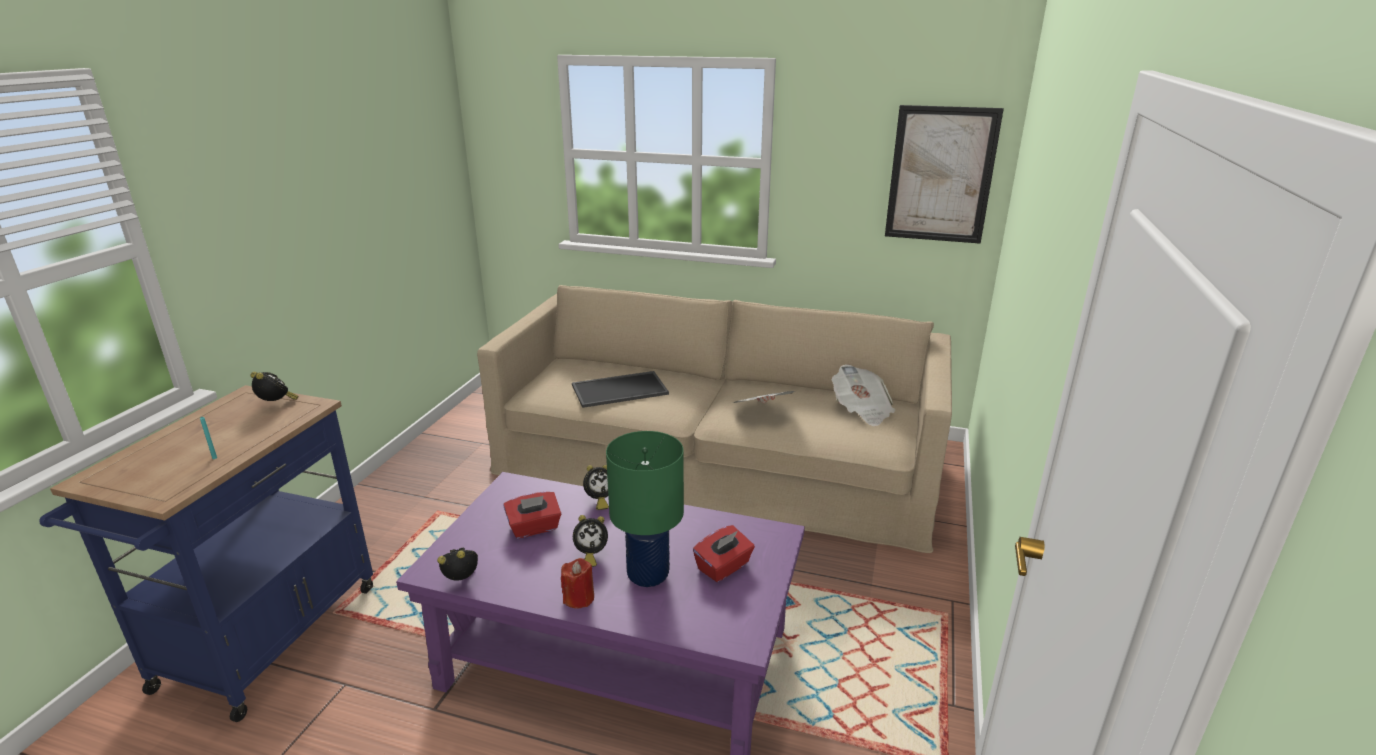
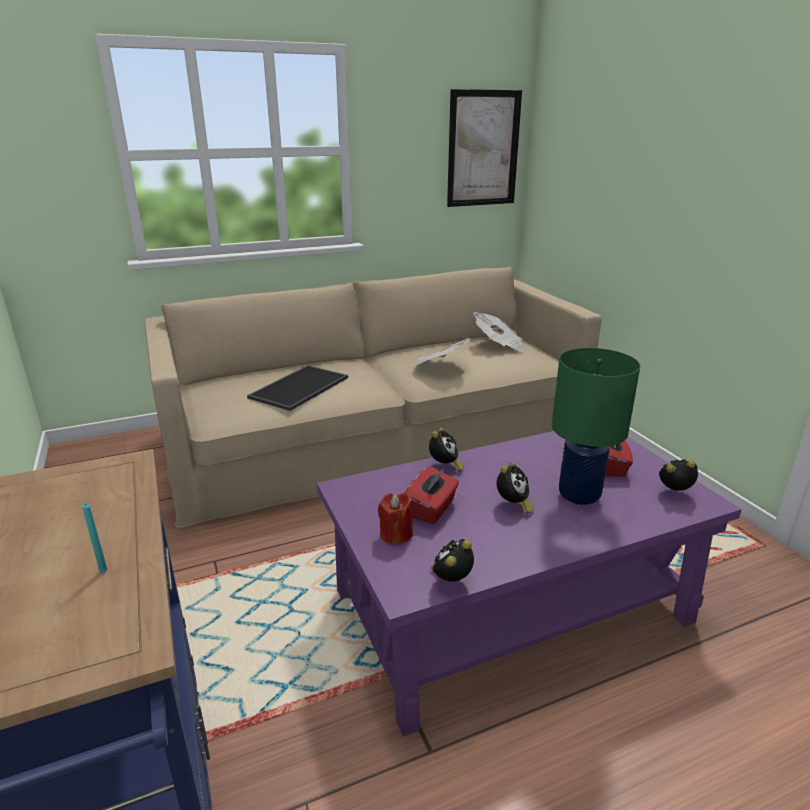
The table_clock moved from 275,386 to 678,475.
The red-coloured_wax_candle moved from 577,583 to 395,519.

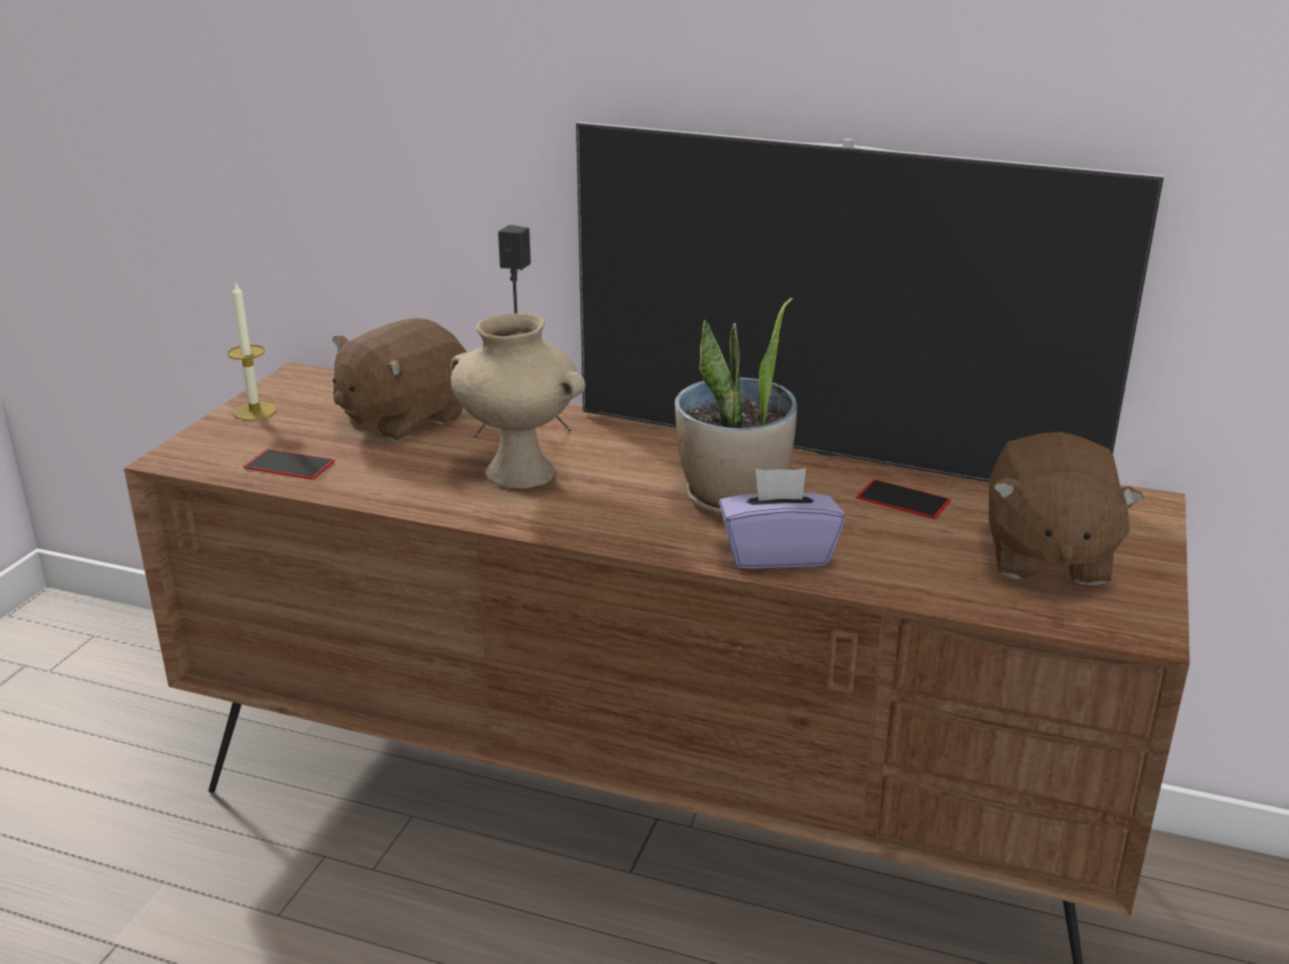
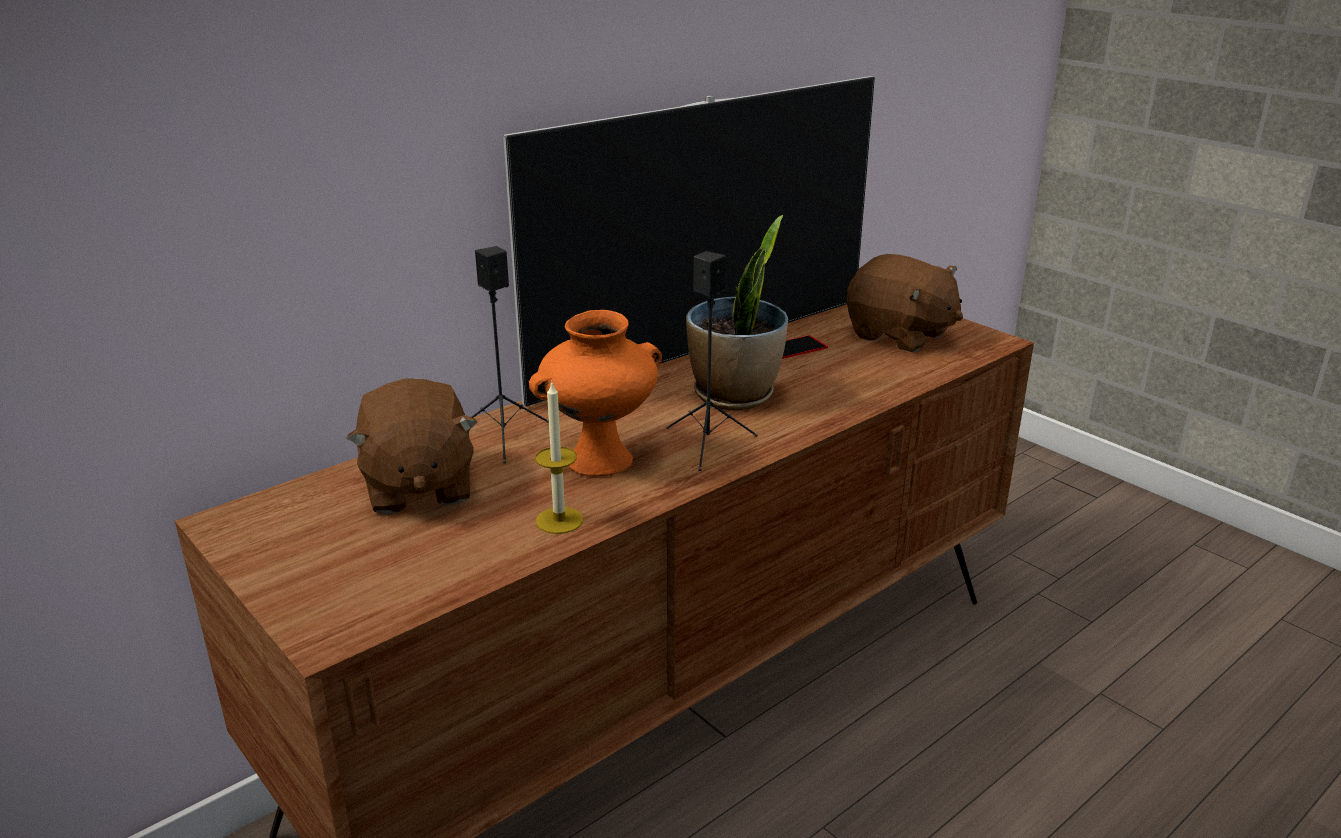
The phone at 289,464 disappeared.
The purple_tissue_holder at 782,518 disappeared.
The black_loudspeaker at 712,361 appeared.
The wax_candle moved from 252,351 to 559,458.
The sand-coloured_vase at 518,400 became the orange_vase at 595,393.

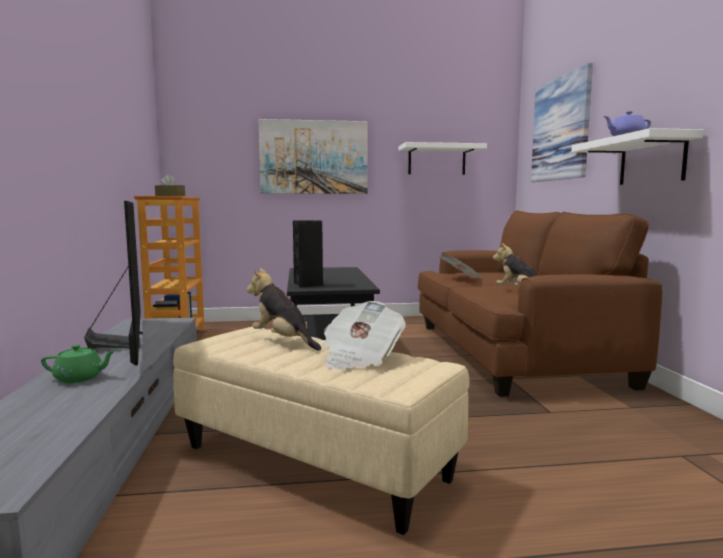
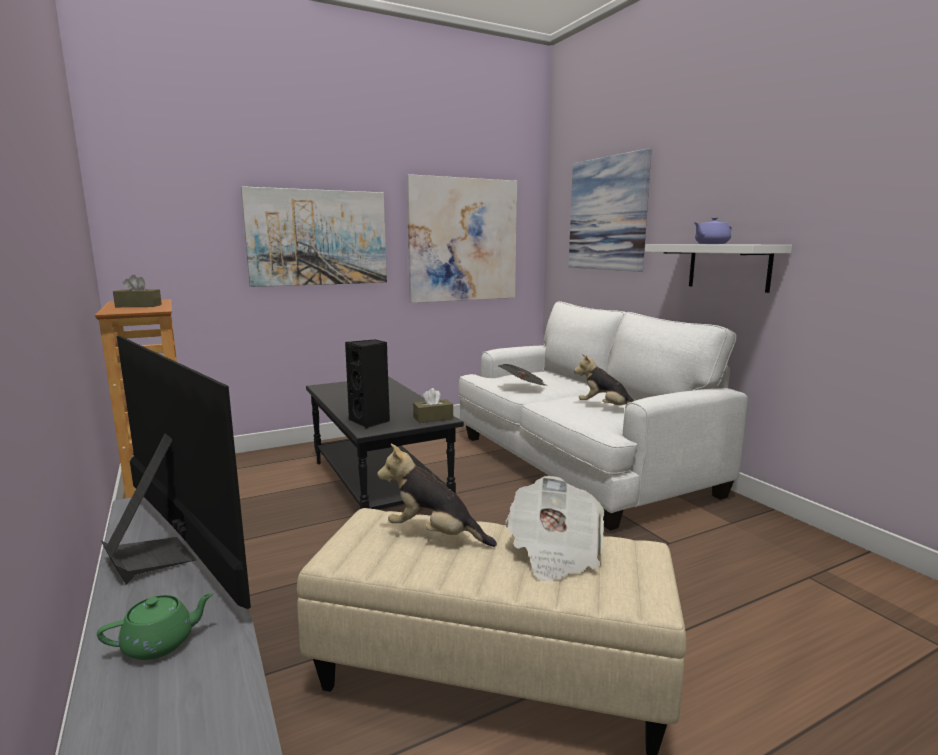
The brown_tissue_holder at 433,405 appeared.
The white-coloured_bracket_shelf at 443,158 was replaced by the wall_art at 462,238.
The brown_sofa at 540,304 became the white-coloured_sofa at 603,416.

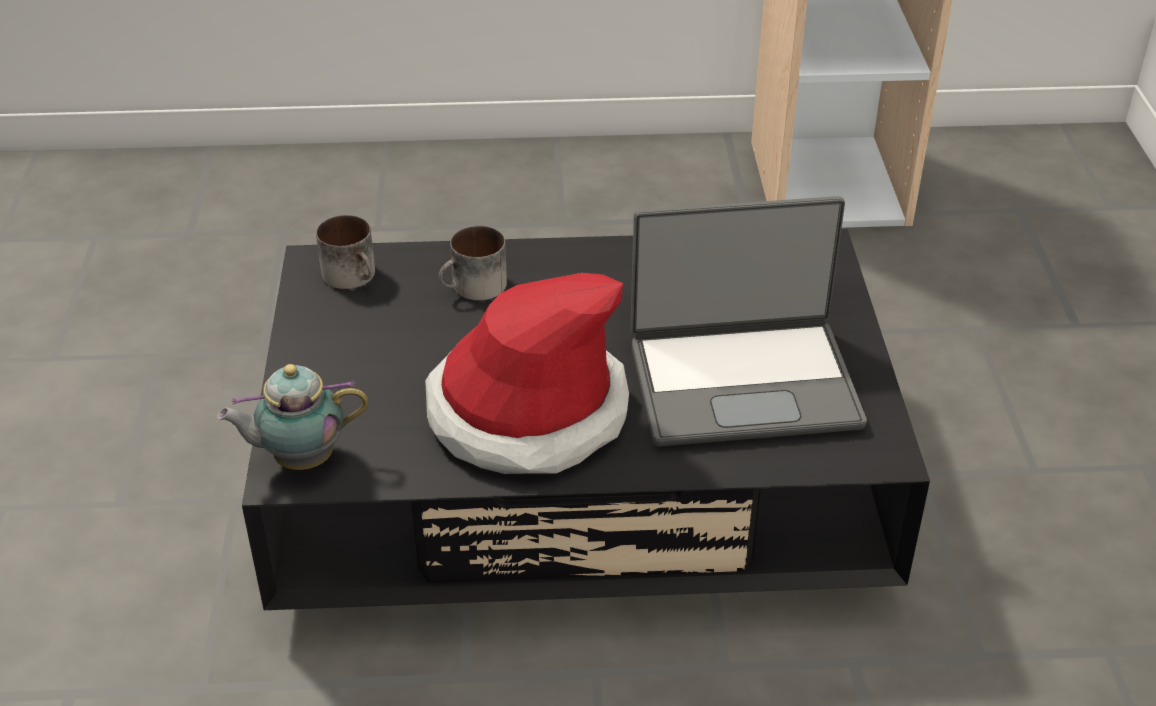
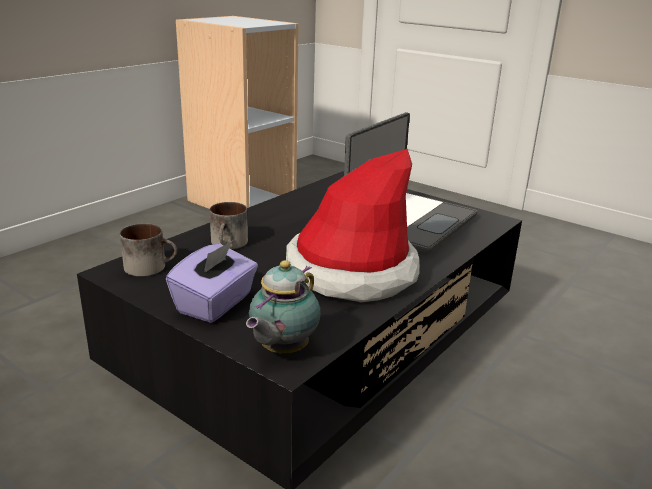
The purple_tissue_holder at 212,282 appeared.

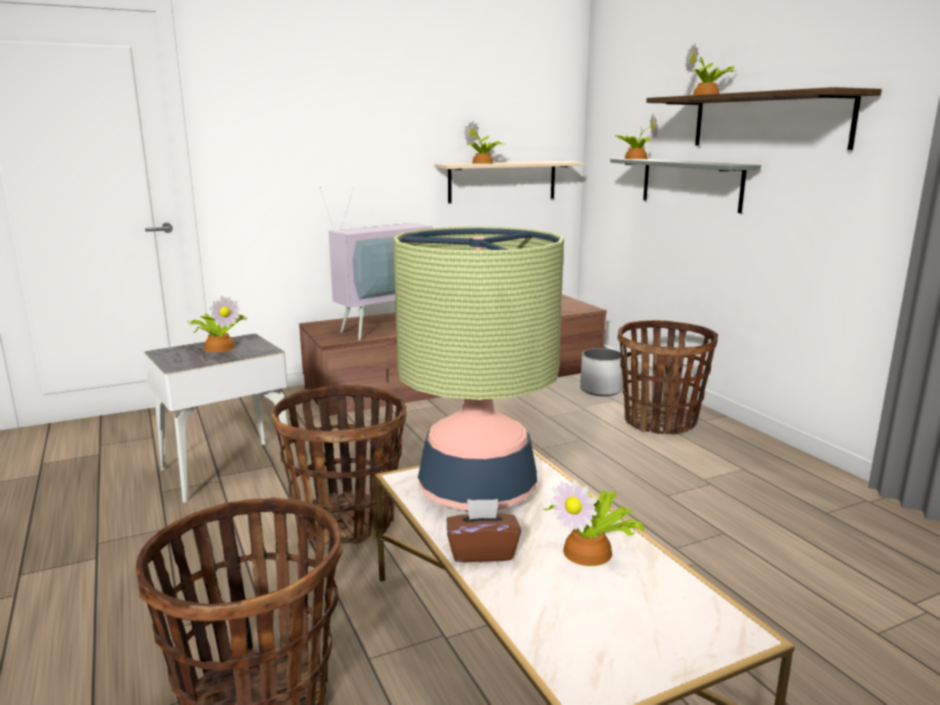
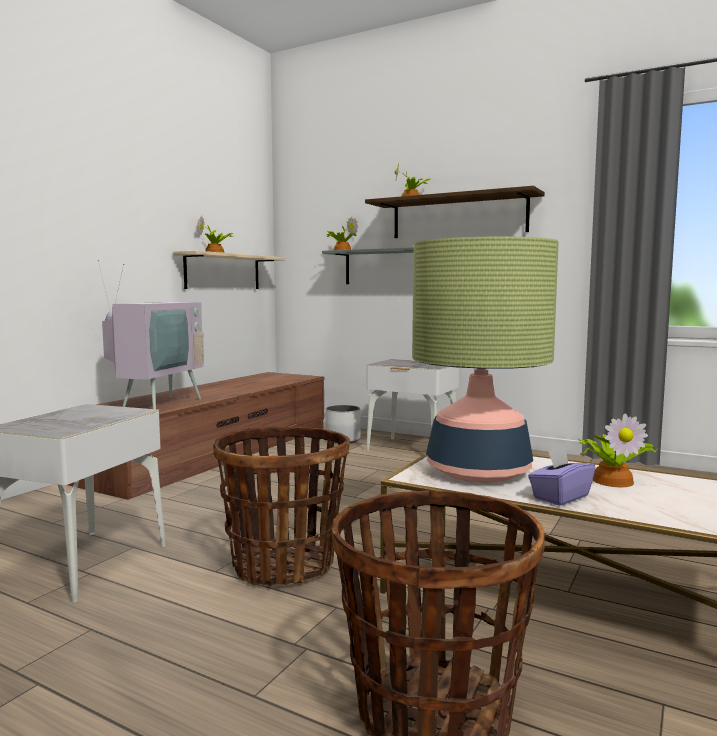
The plant_in_a_pot at 217,324 disappeared.
The household_basket at 667,377 was replaced by the accent_table at 412,405.
The brown_tissue_holder at 484,530 became the purple_tissue_holder at 562,476.

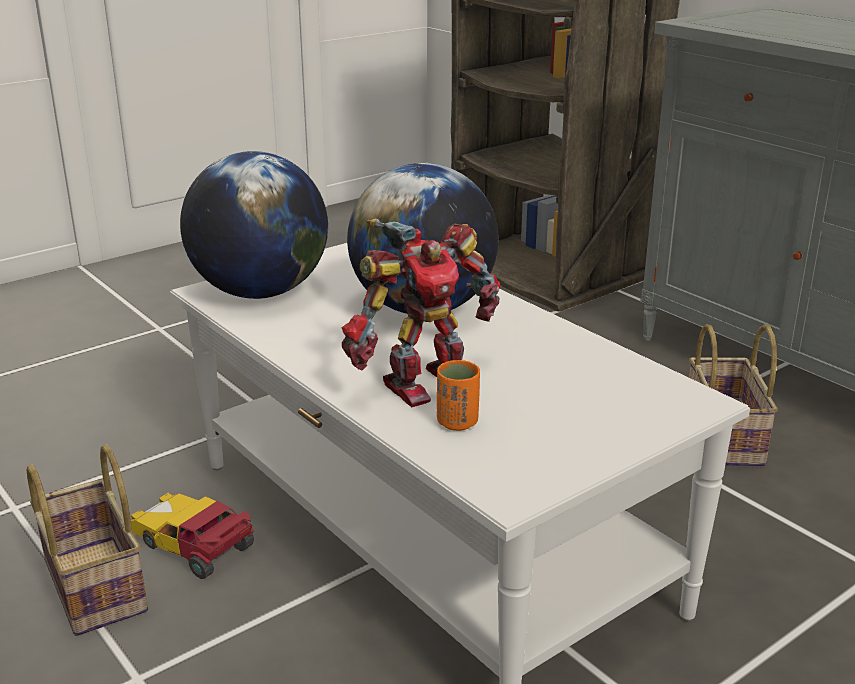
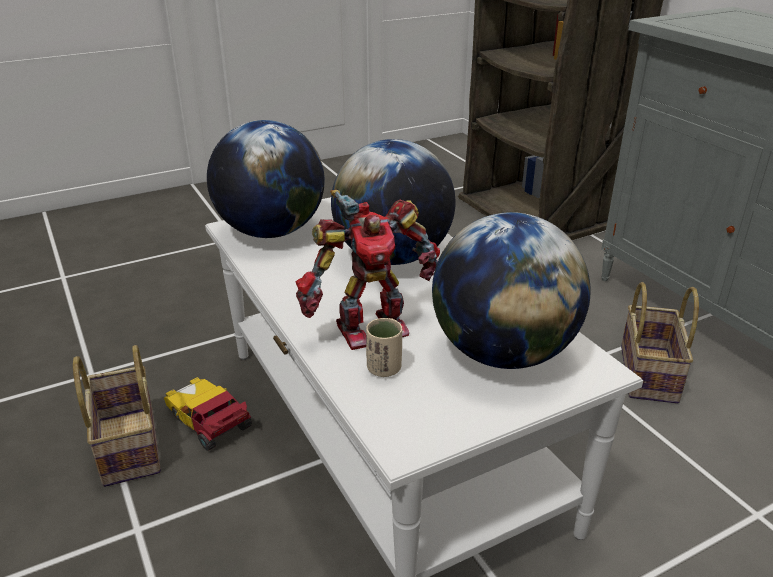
The globe at 511,290 appeared.
The orange_drinking_cup at 458,395 became the sand-coloured_drinking_cup at 384,347.

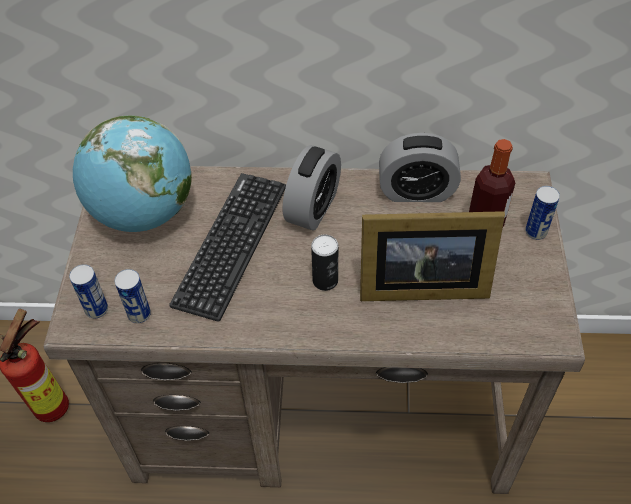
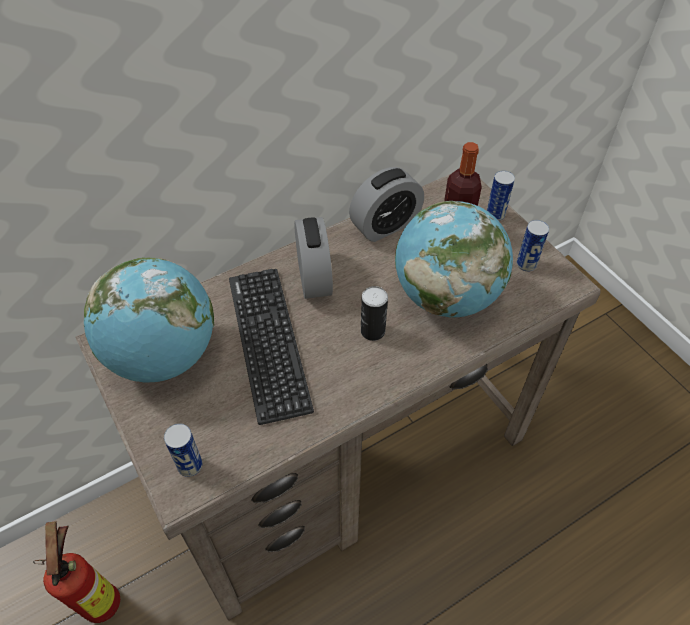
The sealed_can moved from 132,296 to 533,246.
The picture_frame at 432,256 was replaced by the globe at 454,259.

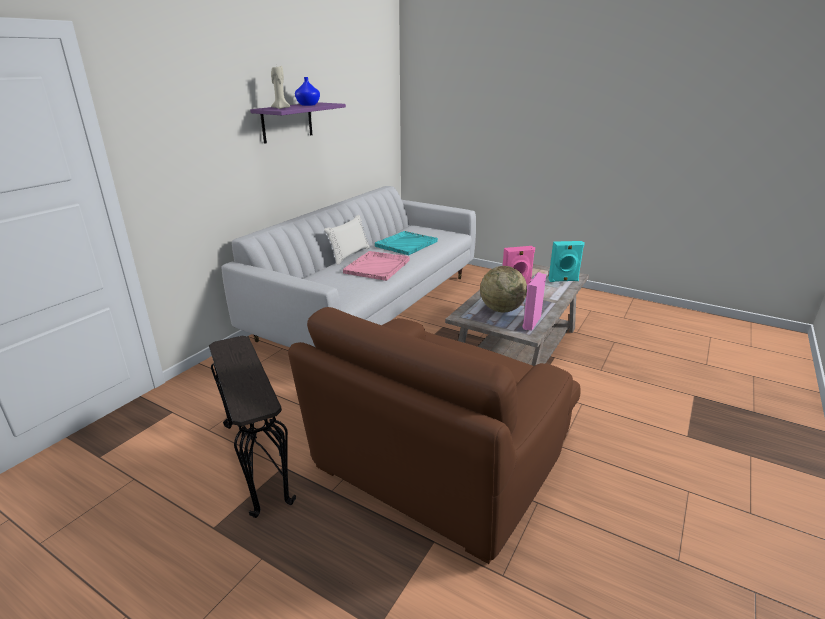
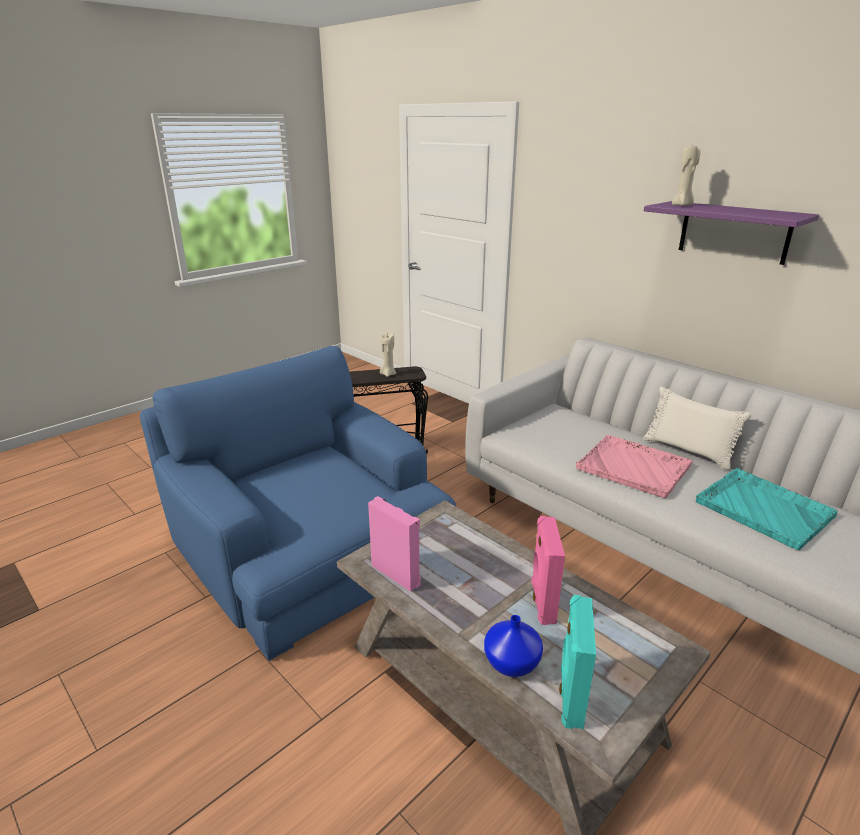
The globe at 503,289 disappeared.
The sand-coloured_wax_candle at 388,354 appeared.
The blue-coloured_vase moved from 307,91 to 513,646.
The brown_lounge_chair at 434,435 became the blue-coloured_lounge_chair at 298,503.

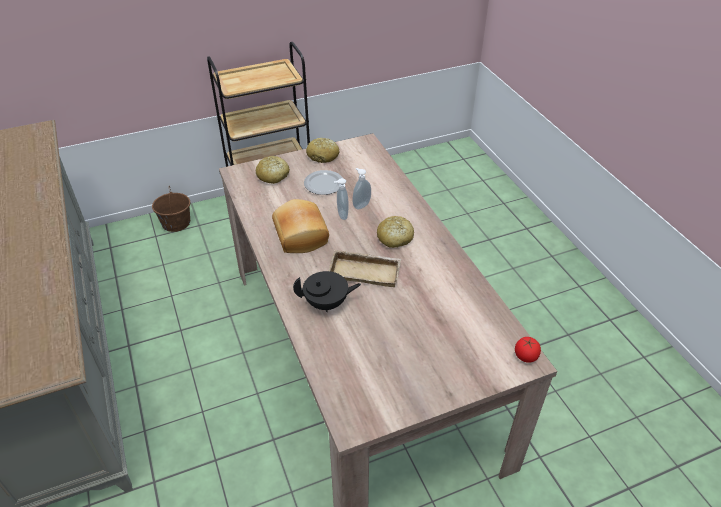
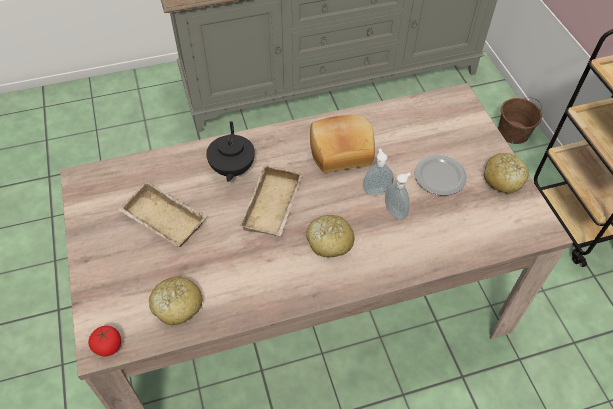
The sand-coloured_carrying_tray at 162,214 appeared.
The bread moved from 273,170 to 175,300.

